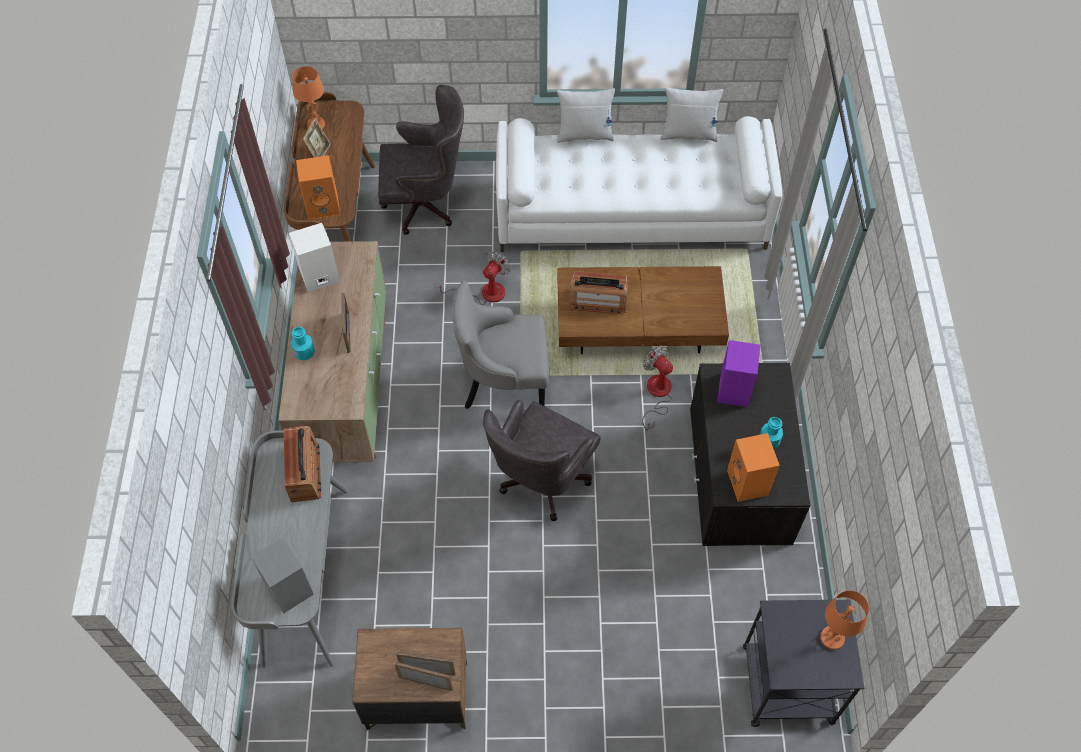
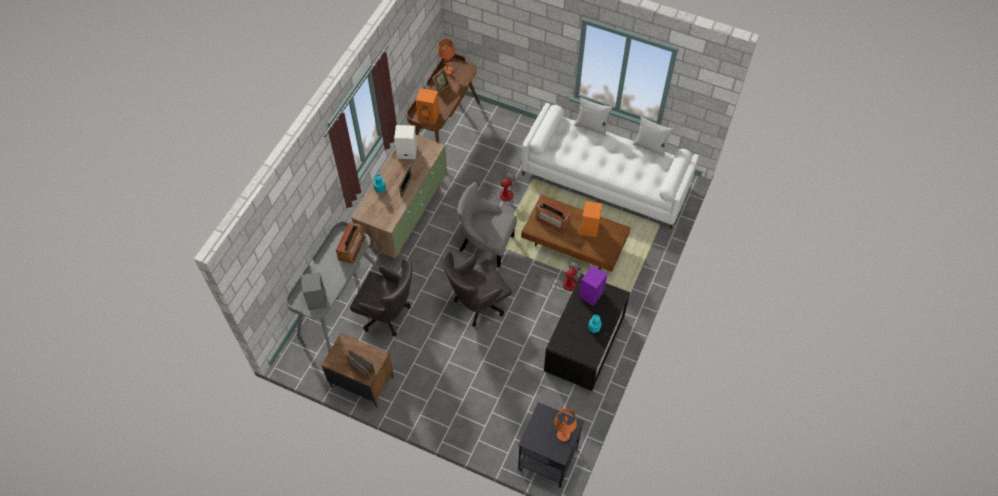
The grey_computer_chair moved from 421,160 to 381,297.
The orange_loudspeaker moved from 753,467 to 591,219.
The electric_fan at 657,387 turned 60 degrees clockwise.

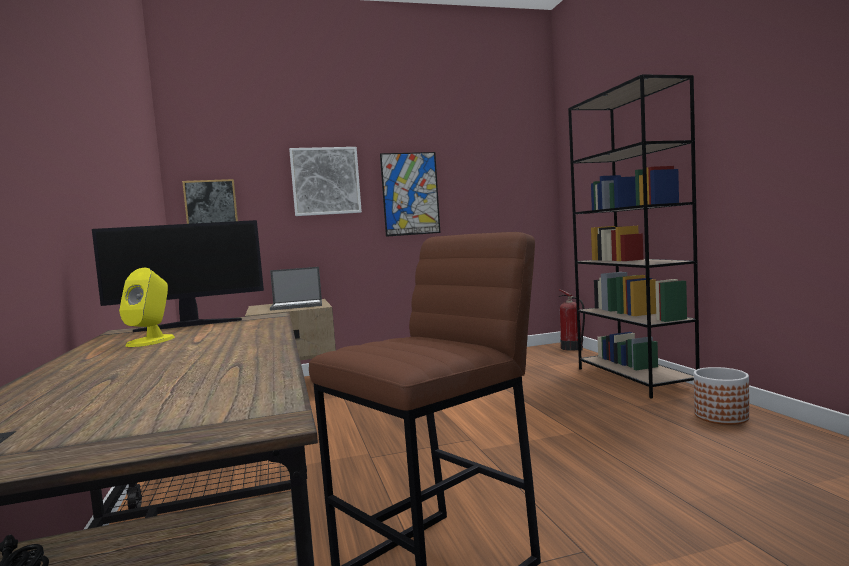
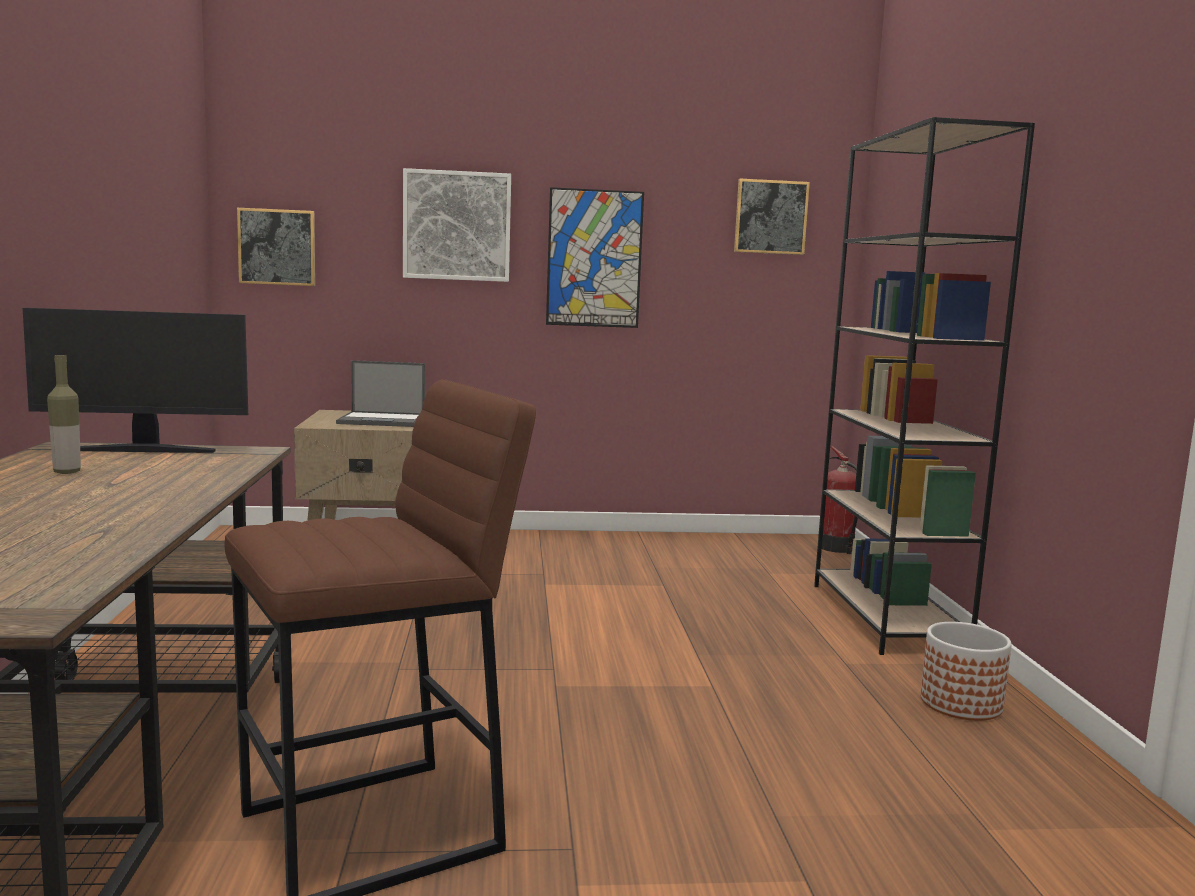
The wall_art at 772,217 appeared.
The yellowish_loudspeaker at 147,307 was replaced by the bottle at 64,414.

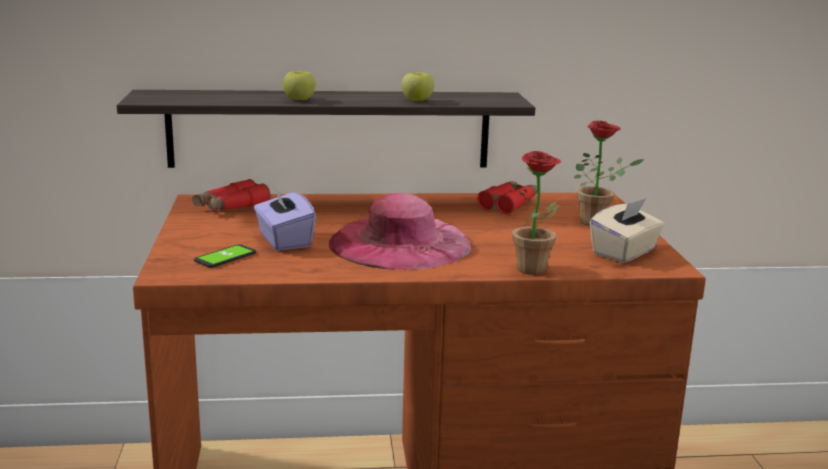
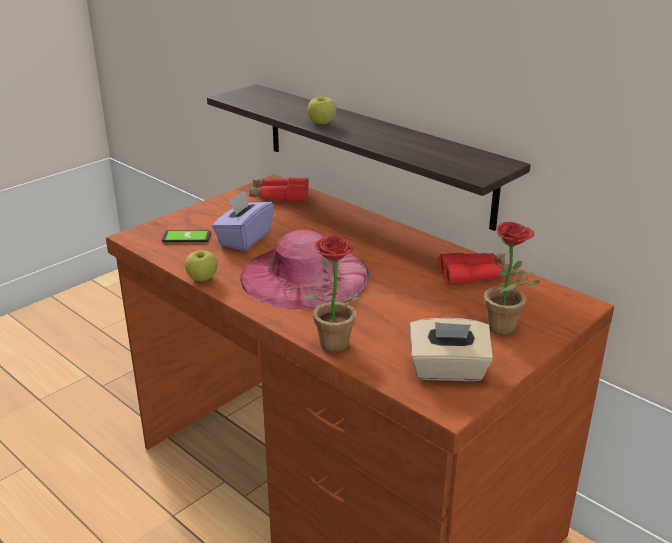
The apple_fruit moved from 417,86 to 201,265.

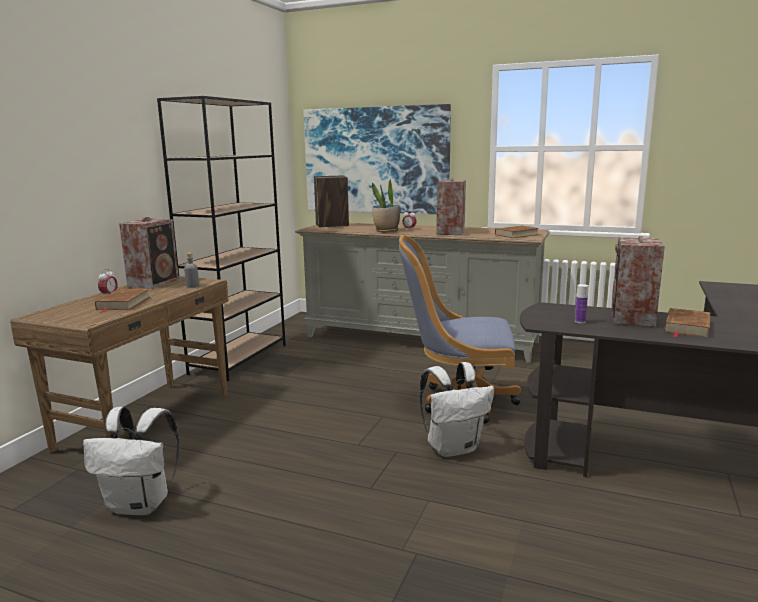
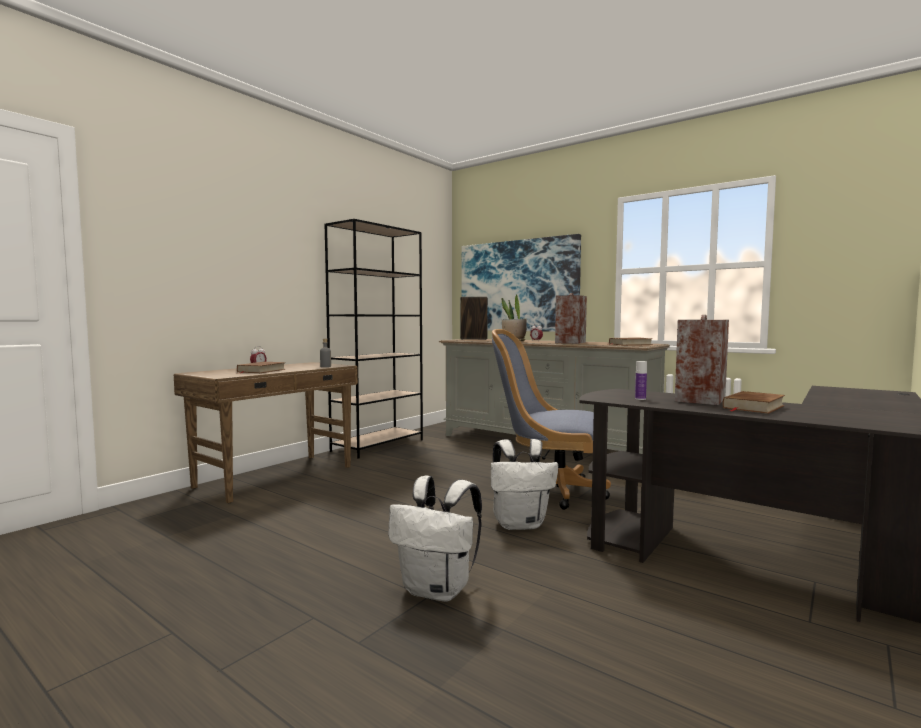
The loudspeaker at 149,253 disappeared.
The white-coloured_rucksack moved from 131,461 to 435,539.

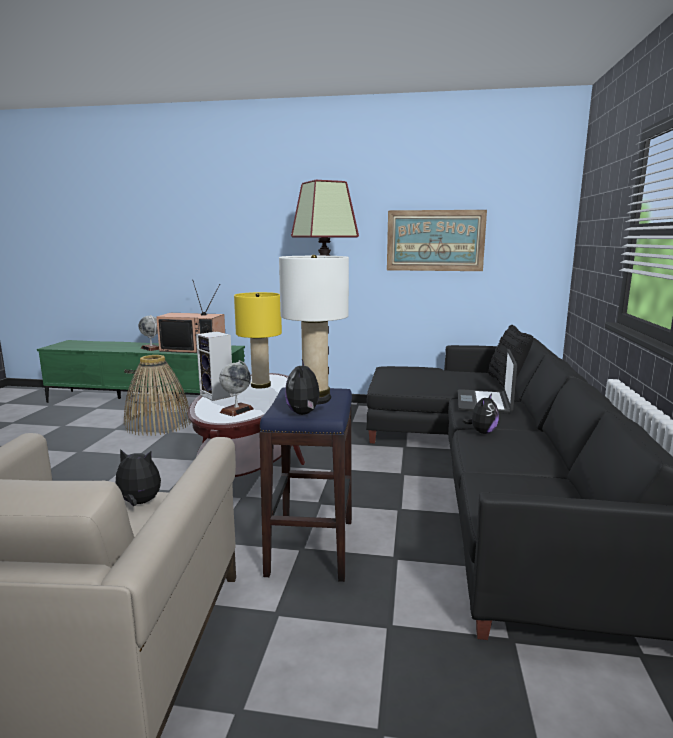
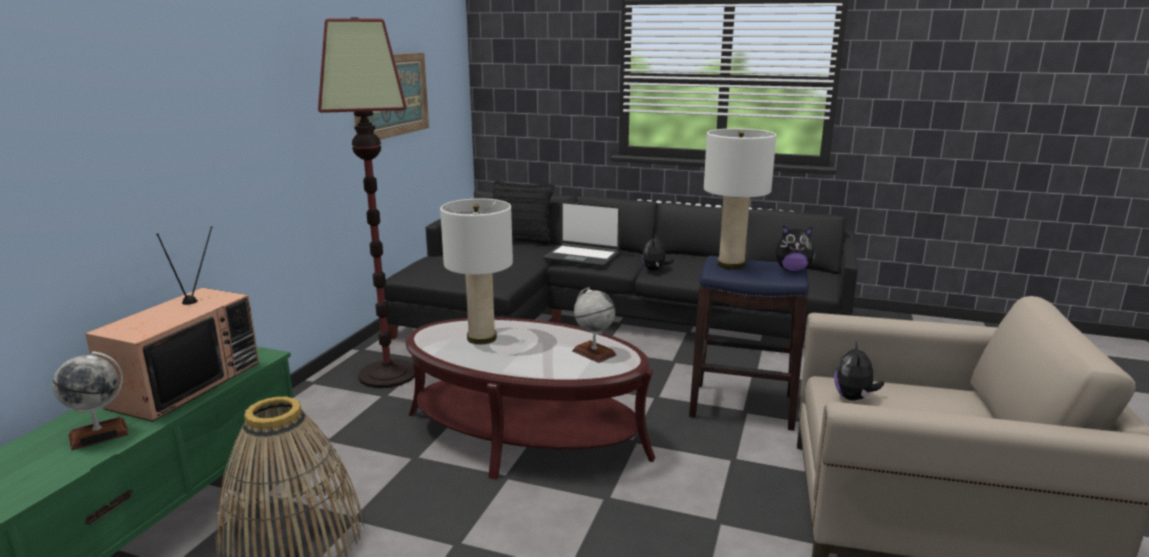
The loudspeaker at 215,366 disappeared.
The yellowish_lamp_for_a_table at 258,340 became the white-coloured_lamp_for_a_table at 476,272.
The cuddly_toy at 480,413 turned 120 degrees counterclockwise.

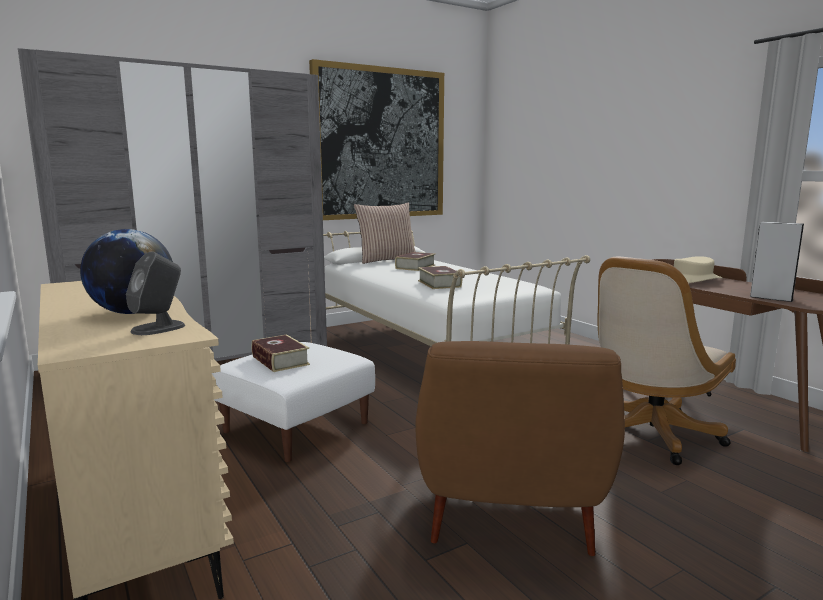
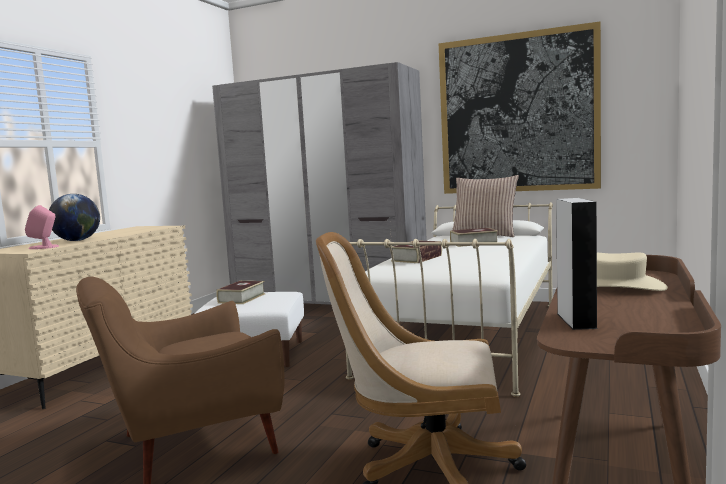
The grey_loudspeaker at 155,293 became the pink_loudspeaker at 42,227.

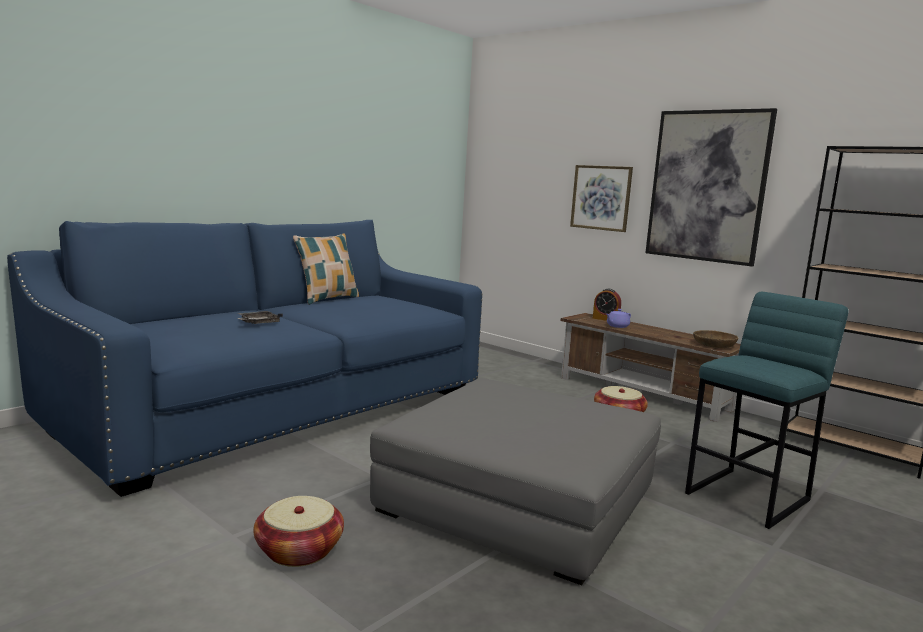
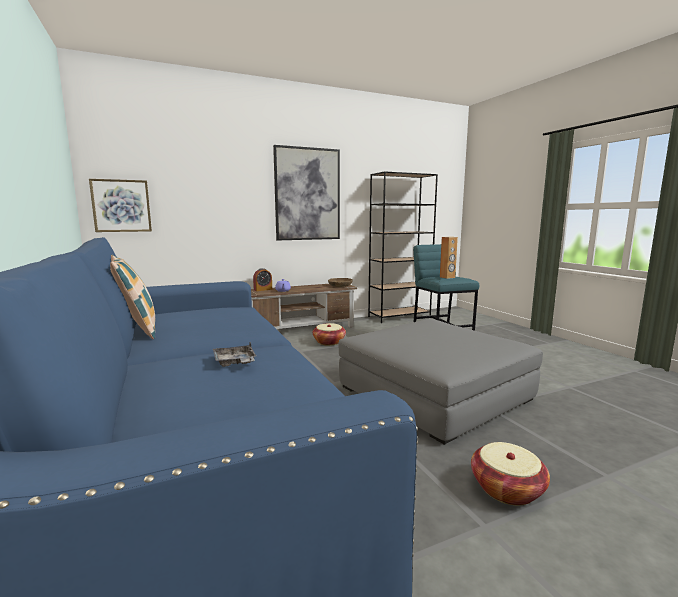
The brown_loudspeaker at 449,258 appeared.
The wall_art moved from 601,198 to 120,205.

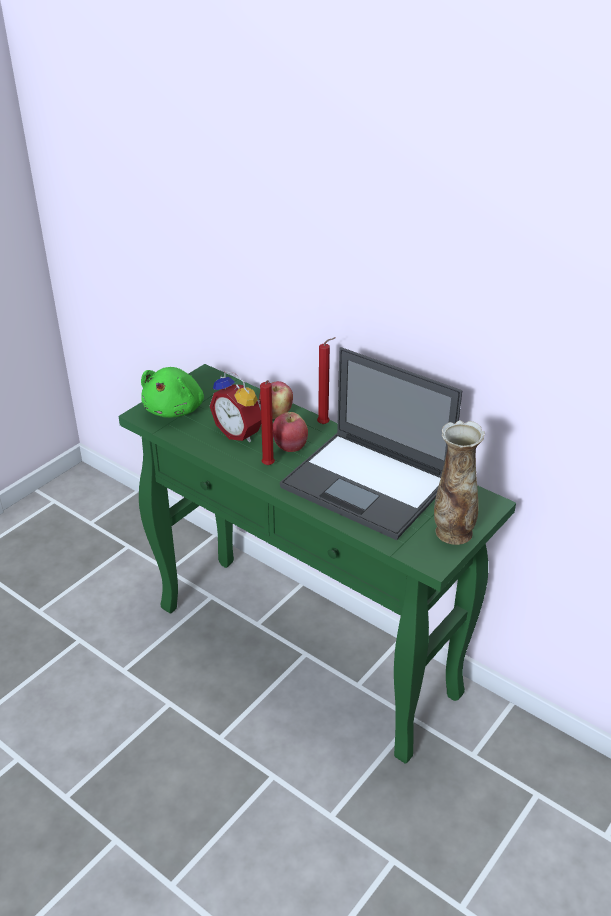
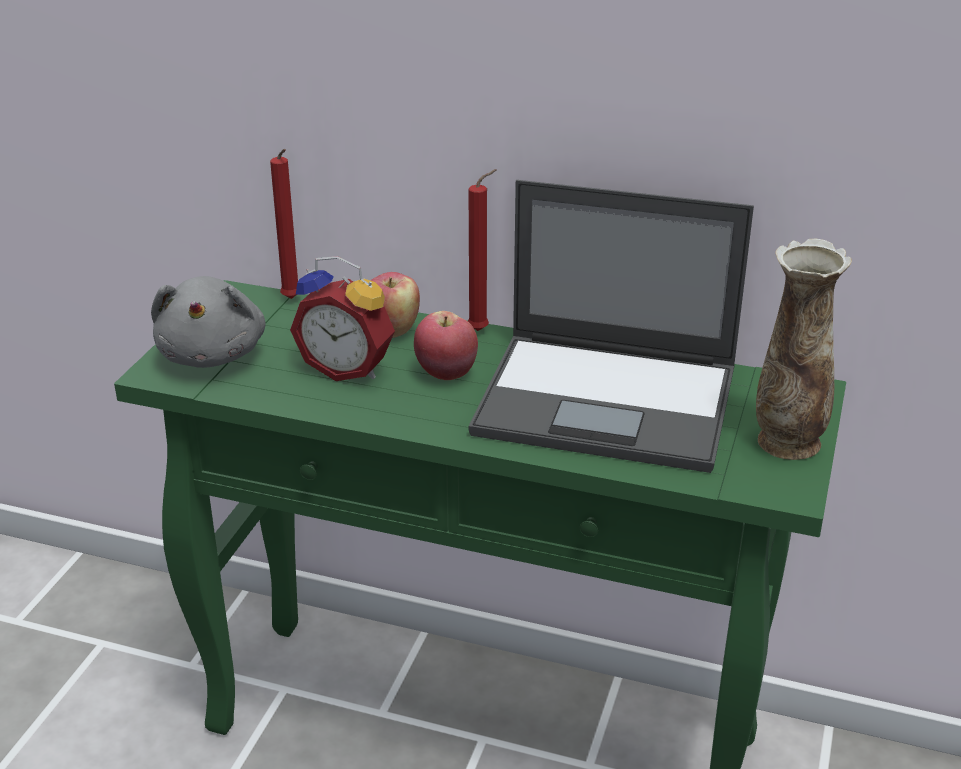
The red-coloured_wax_candle moved from 267,422 to 284,224.
The greenish_cuddly_toy at 172,392 became the grey_cuddly_toy at 208,322.

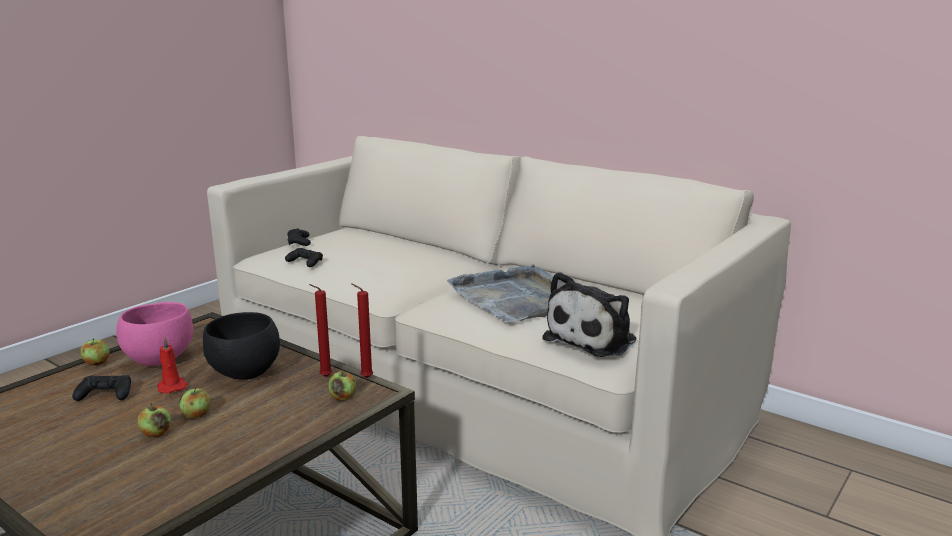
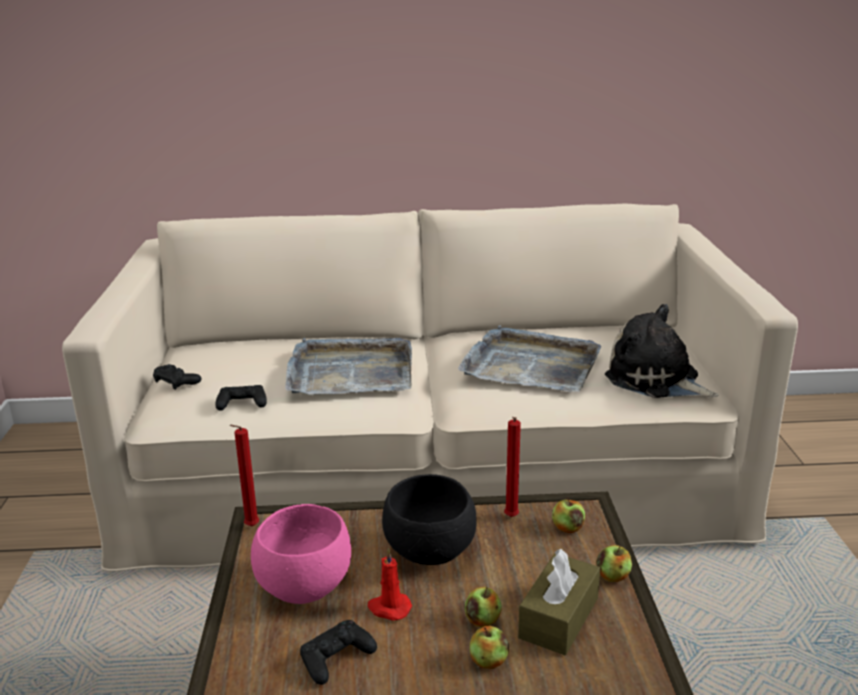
The grey_carrying_tray at 348,366 appeared.
The brown_tissue_holder at 559,602 appeared.
The apple_fruit moved from 95,351 to 614,563.
The red-coloured_wax_candle moved from 362,330 to 244,475.
The cuddly_toy at 589,314 turned 135 degrees clockwise.

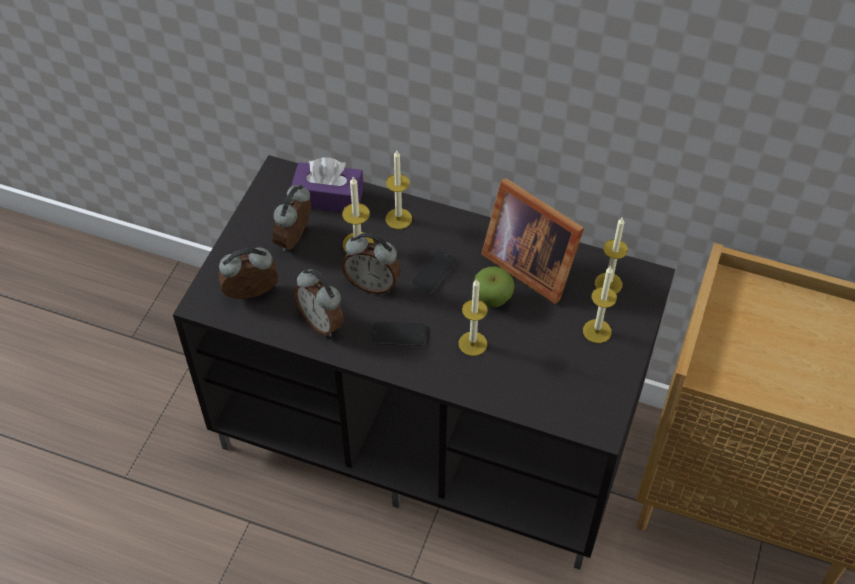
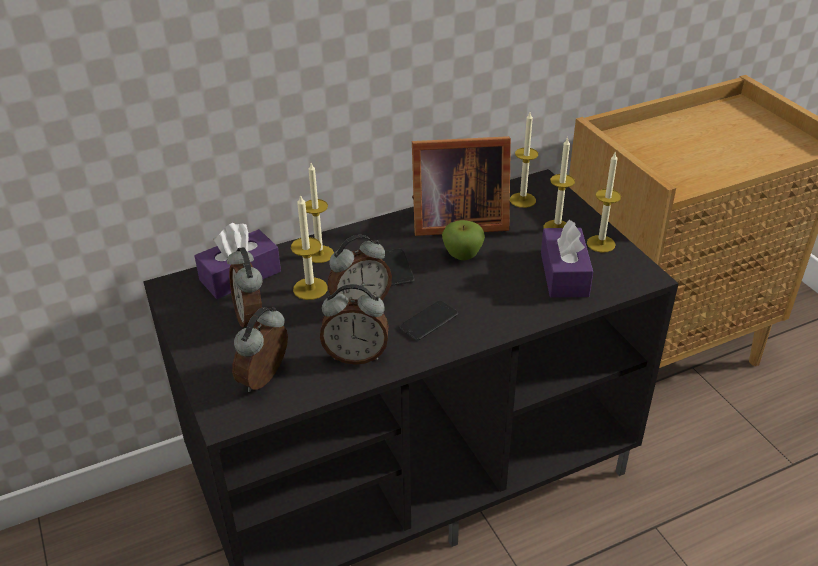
The purple_tissue_holder at 567,259 appeared.
The wax_candle moved from 473,317 to 604,203.

